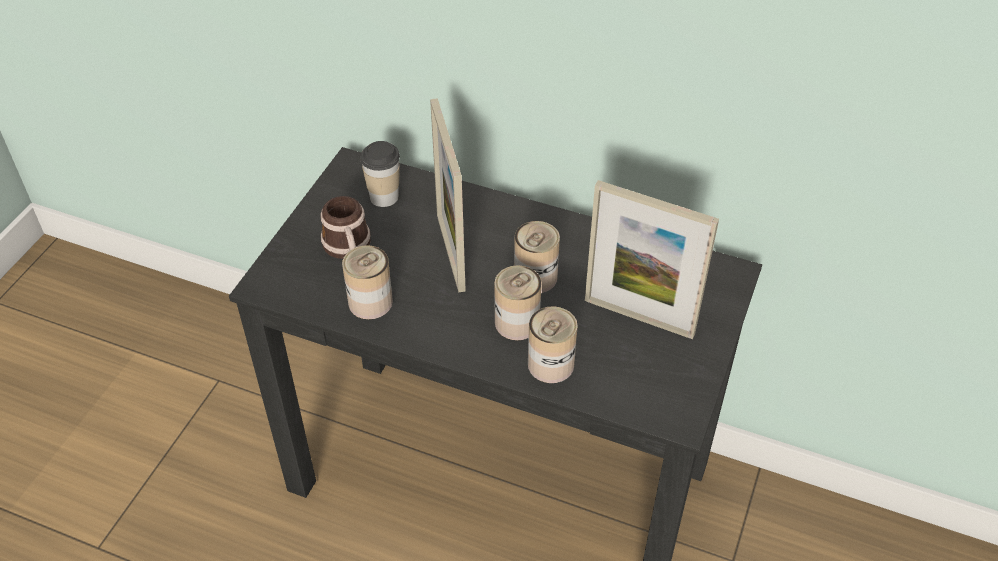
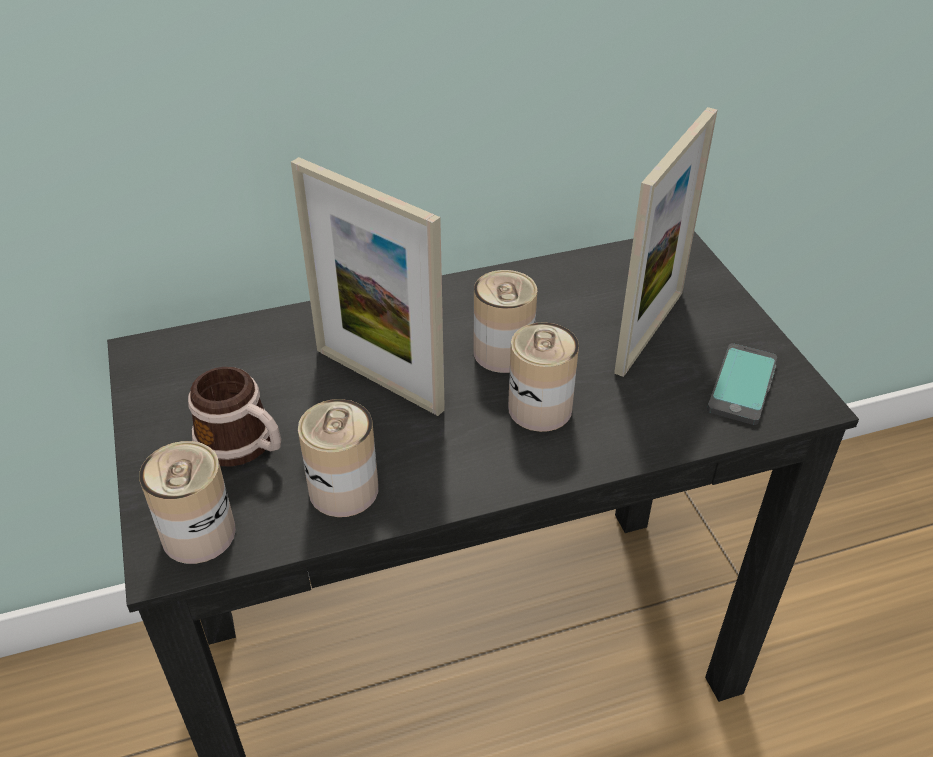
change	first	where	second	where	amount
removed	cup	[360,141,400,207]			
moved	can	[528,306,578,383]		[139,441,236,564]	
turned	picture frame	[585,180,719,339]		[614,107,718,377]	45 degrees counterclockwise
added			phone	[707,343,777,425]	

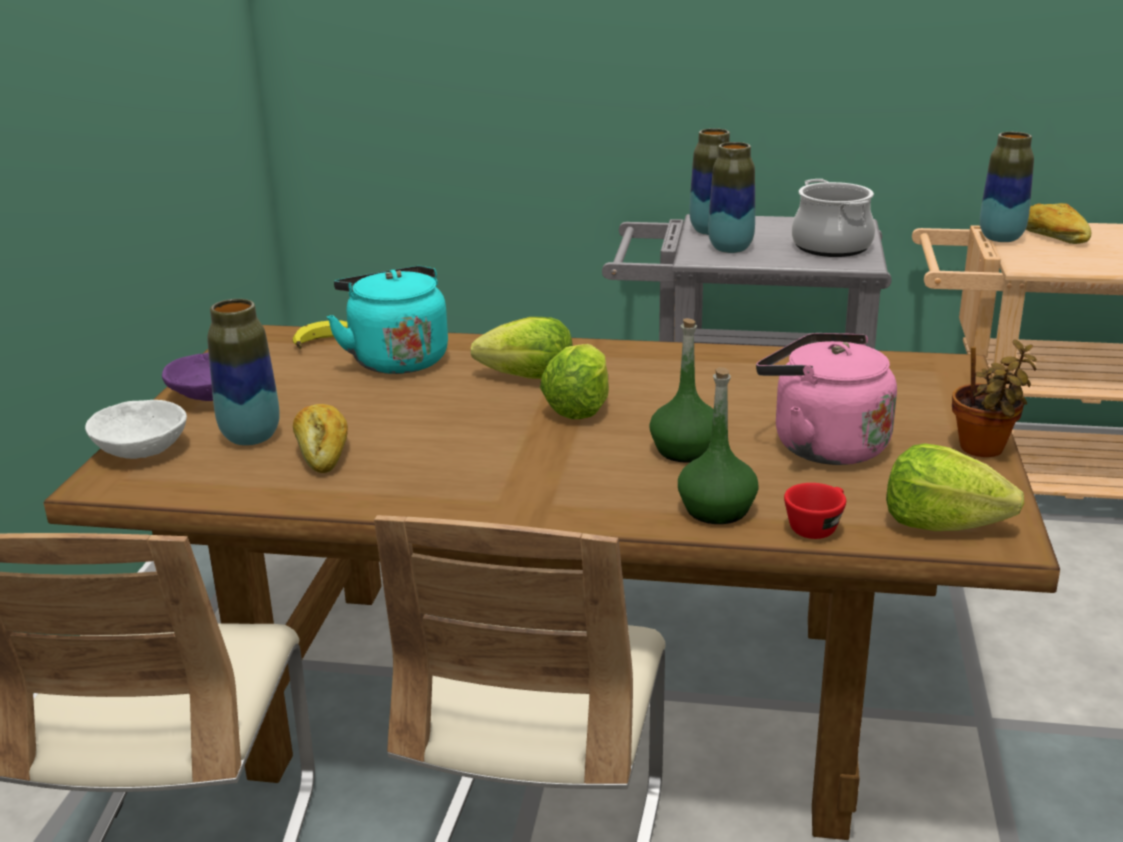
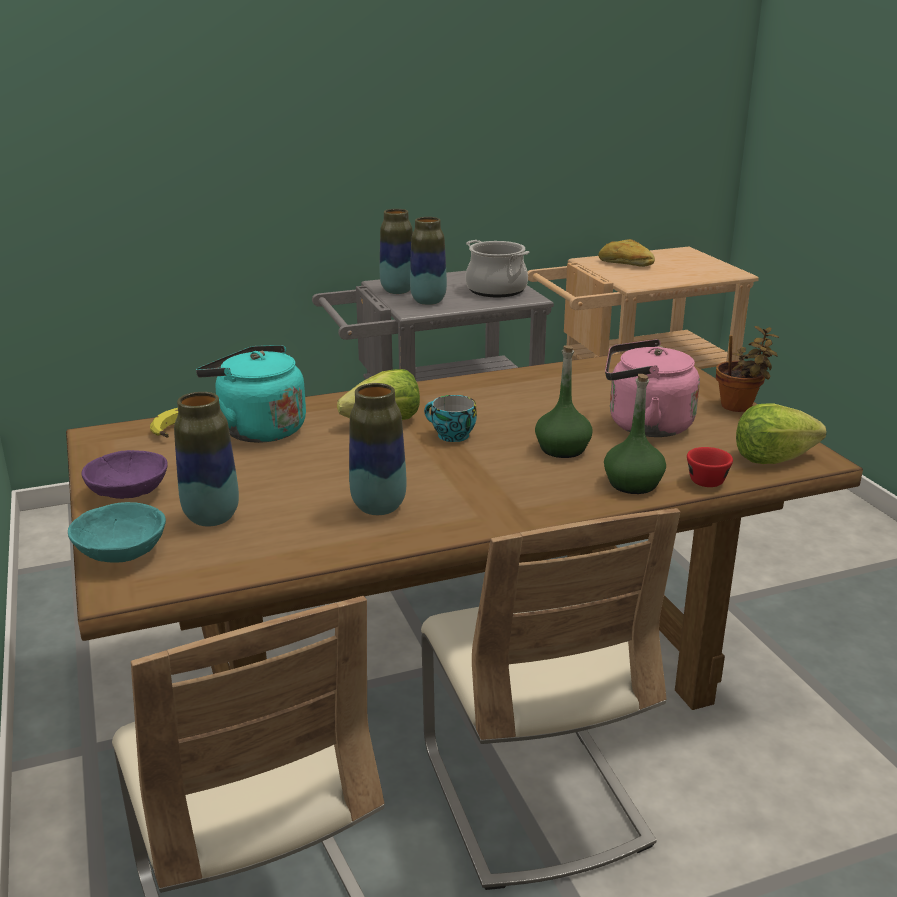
change	first	where	second	where	amount
recoloured	white bowl	[85,400,187,459]	turquoise bowl	[68,502,166,562]	
removed	bread	[293,404,348,473]			
replaced	lettuce	[540,344,609,419]	cup	[424,395,477,442]	
moved	vase	[980,132,1034,242]		[349,383,407,515]	

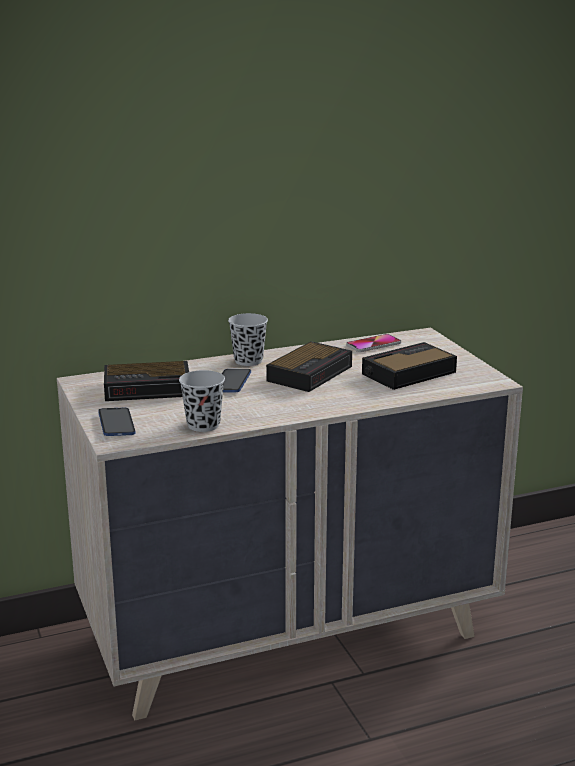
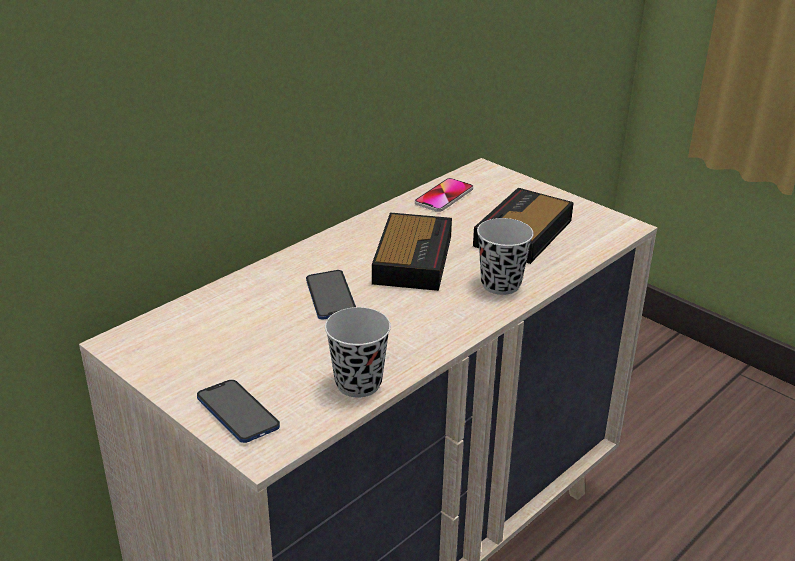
change	first	where	second	where	amount
removed	alarm clock	[104,361,189,401]			
moved	black cup	[228,313,268,366]		[477,218,534,295]	

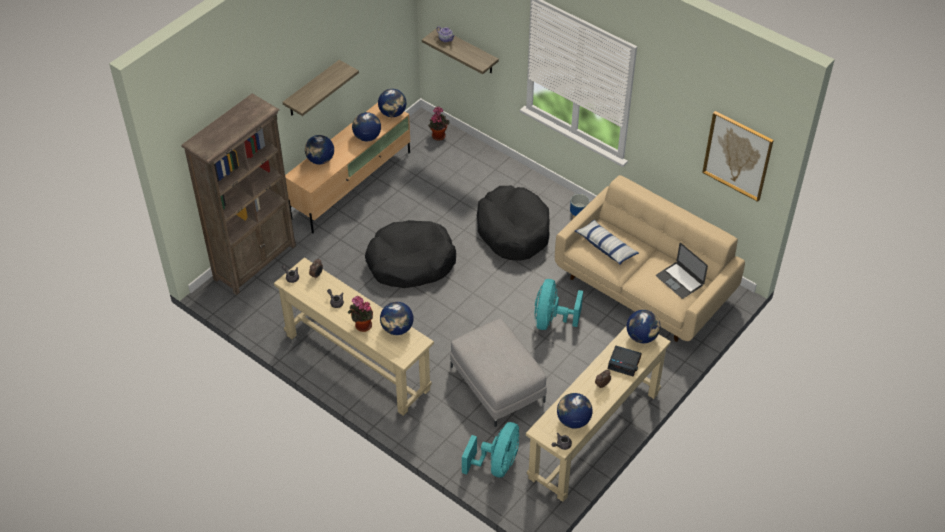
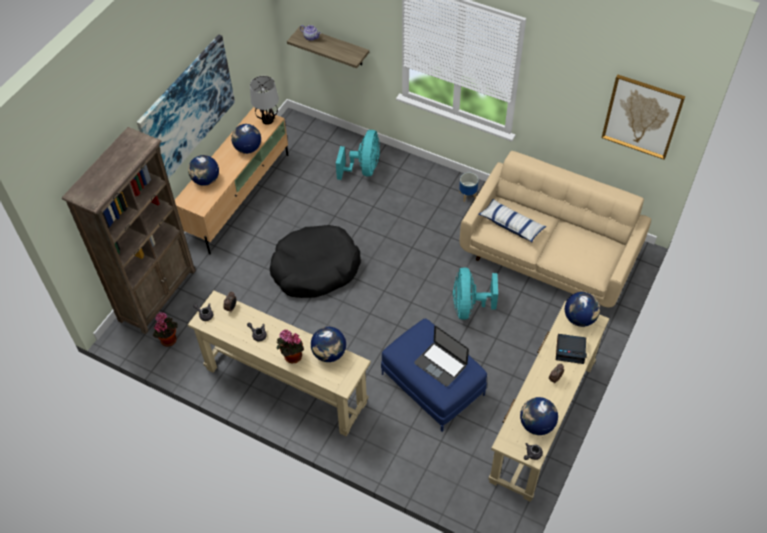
change	first	where	second	where	amount
replaced	shelf	[282,60,359,116]	picture	[137,34,235,179]	
replaced	globe	[378,89,406,117]	table lamp	[250,76,279,125]	
moved	potted plant	[428,106,449,141]		[153,312,178,347]	
recoloured	grey ottoman	[450,319,546,427]	blue ottoman	[381,318,487,432]	
moved	turquoise fan	[462,422,519,478]		[336,130,380,180]	
removed	black dog bed	[477,185,550,261]			
moved	laptop	[656,243,708,299]		[414,326,469,387]	

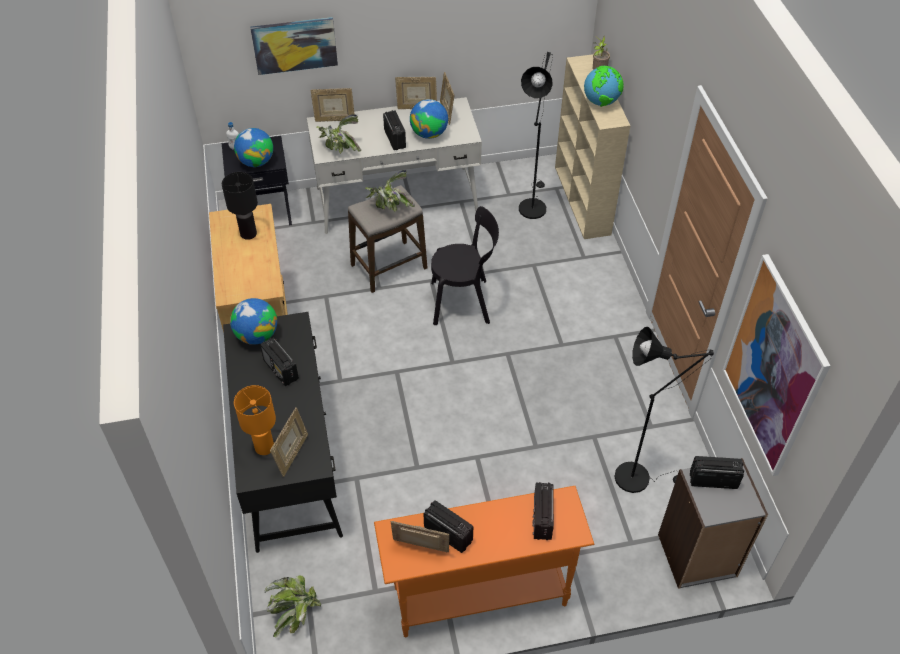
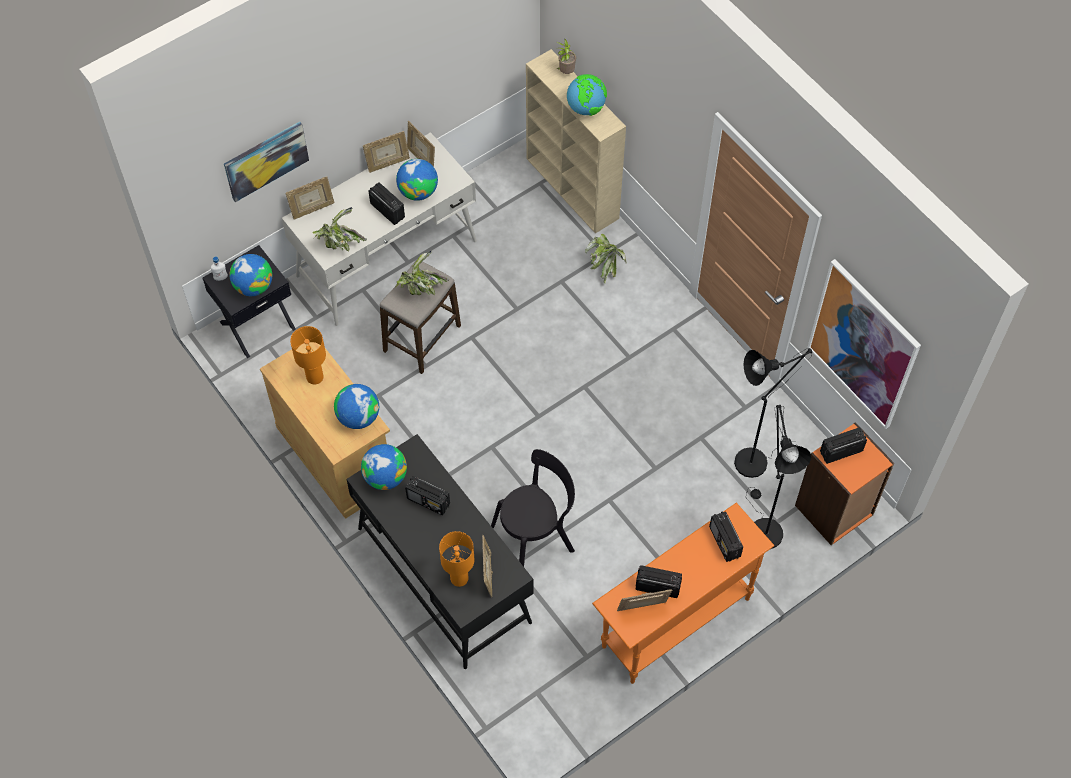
change	first	where	second	where	amount
recoloured	black table lamp	[222,172,258,240]	orange table lamp	[290,326,326,384]	
moved	potted plant	[265,575,321,637]		[585,234,626,283]	
moved	black chair	[431,206,499,325]		[491,449,575,567]	
moved	black floor lamp	[519,52,553,219]		[746,405,811,549]	
recoloured	grey bookcase	[658,458,768,589]	orange bookcase	[795,422,894,545]	
added			globe	[334,384,379,429]	

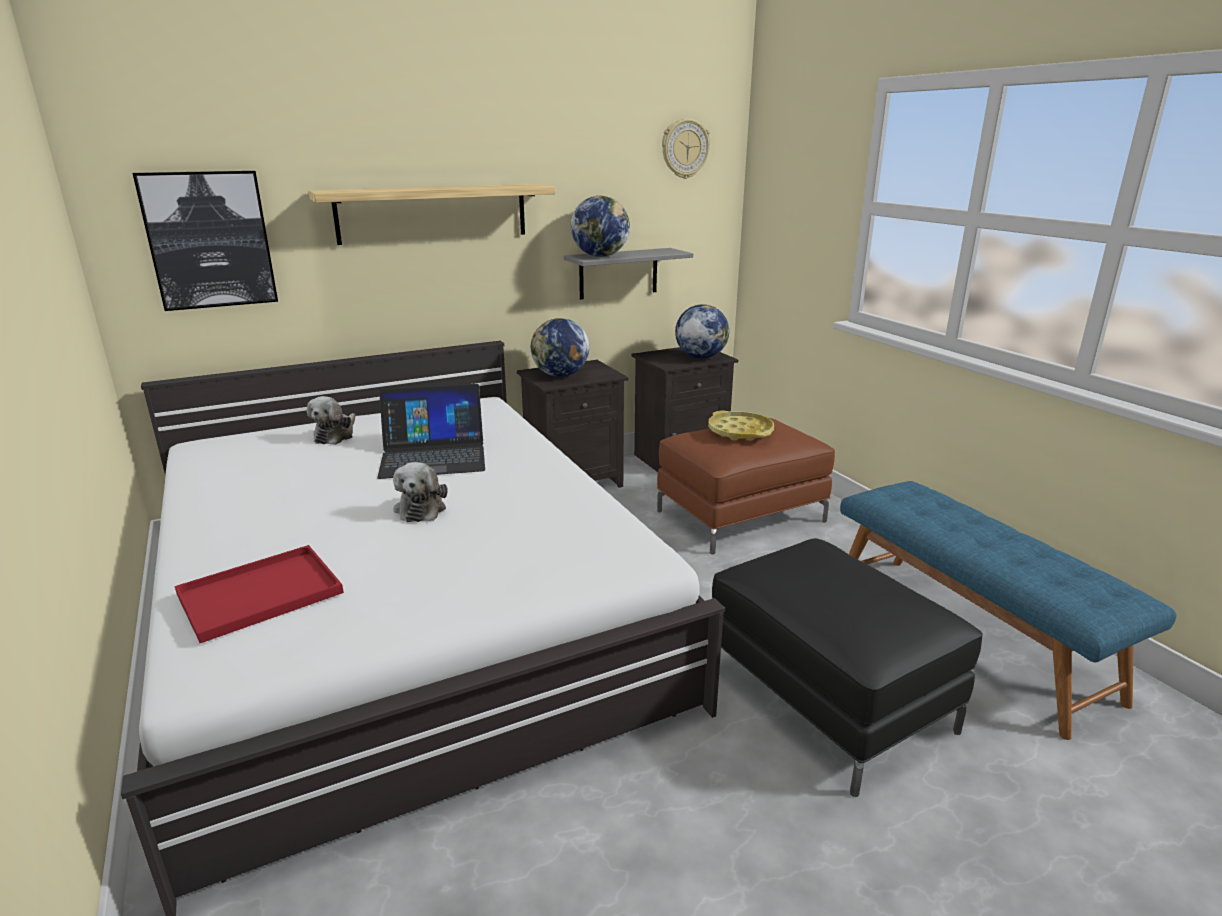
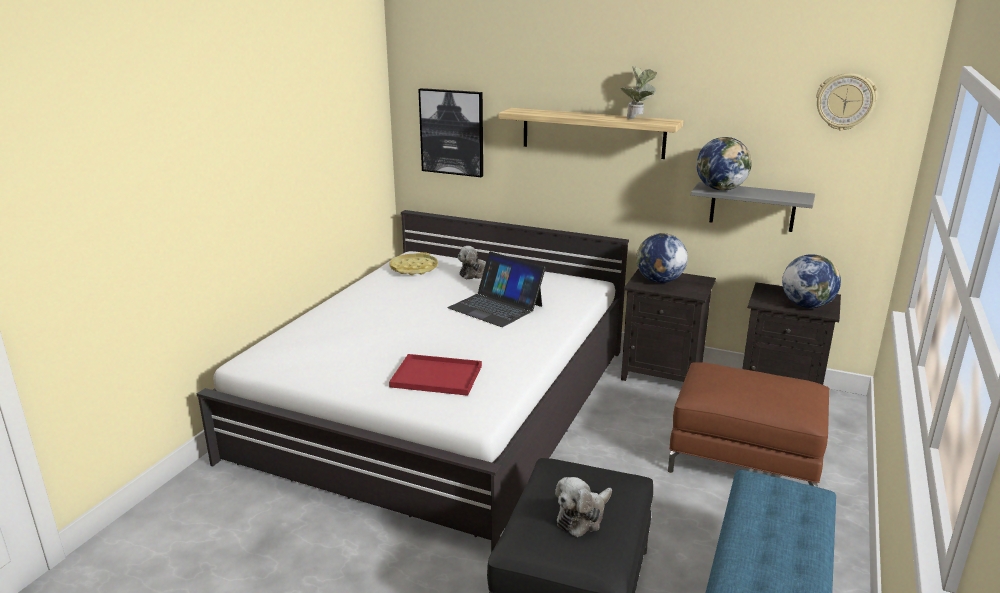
change	first	where	second	where	amount
moved	red tray	[175,545,344,643]		[389,354,482,396]	
moved	plush toy	[393,462,448,522]		[555,477,612,537]	
moved	yellow tray	[708,411,774,441]		[389,252,438,275]	
added			potted plant	[621,66,657,119]	

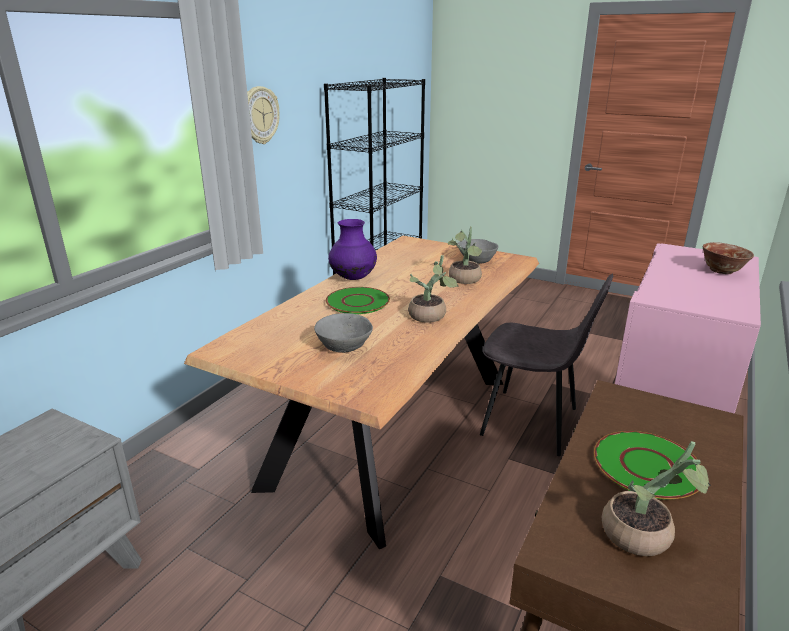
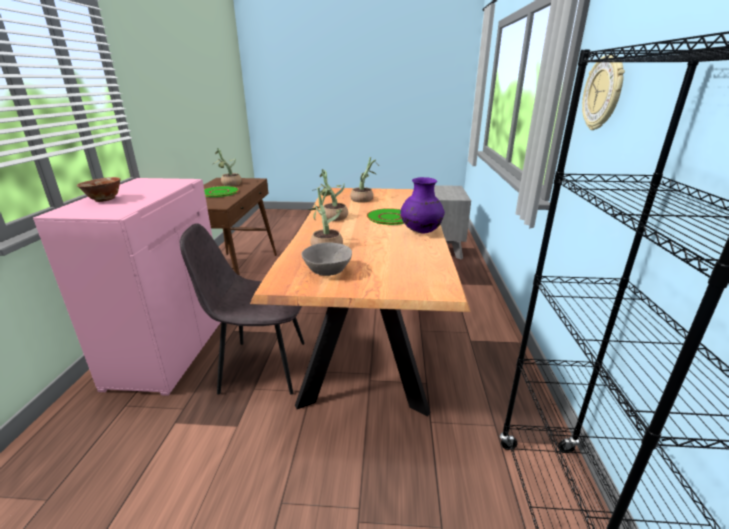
change	first	where	second	where	amount
replaced	grey bowl	[314,313,373,353]	potted plant	[350,157,379,203]	

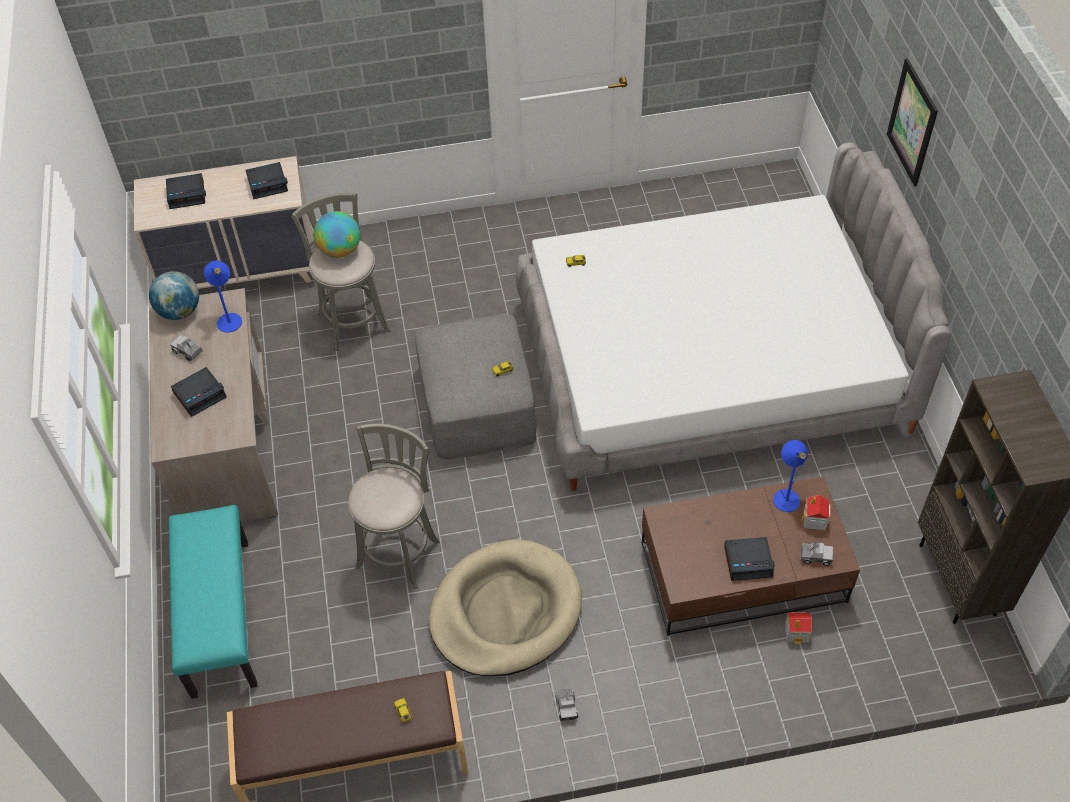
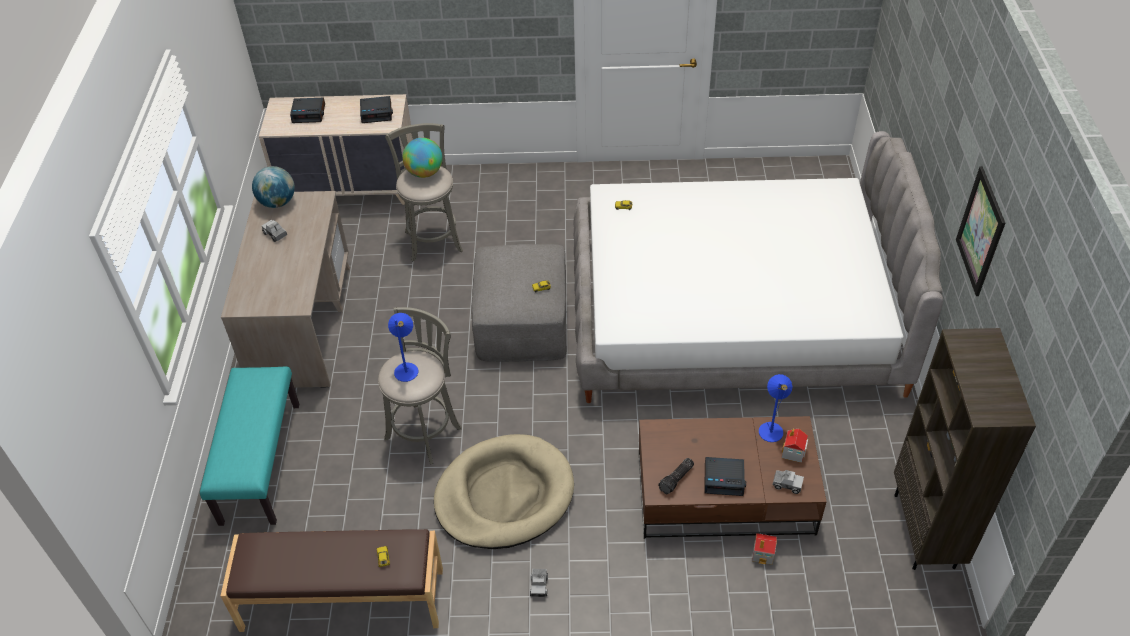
change	first	where	second	where	amount
removed	alarm clock	[171,367,227,417]			
moved	blue table lamp	[204,260,242,333]		[388,313,418,382]	
moved	picture	[887,58,938,187]		[956,166,1005,296]	
added			flashlight	[658,458,694,494]	

